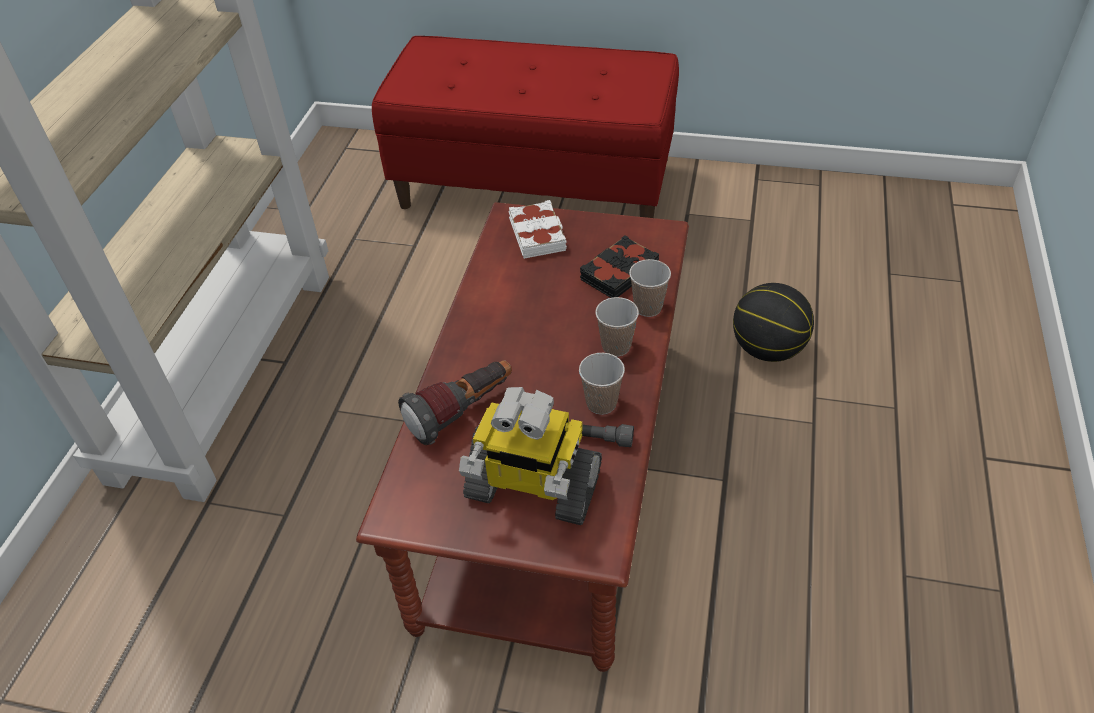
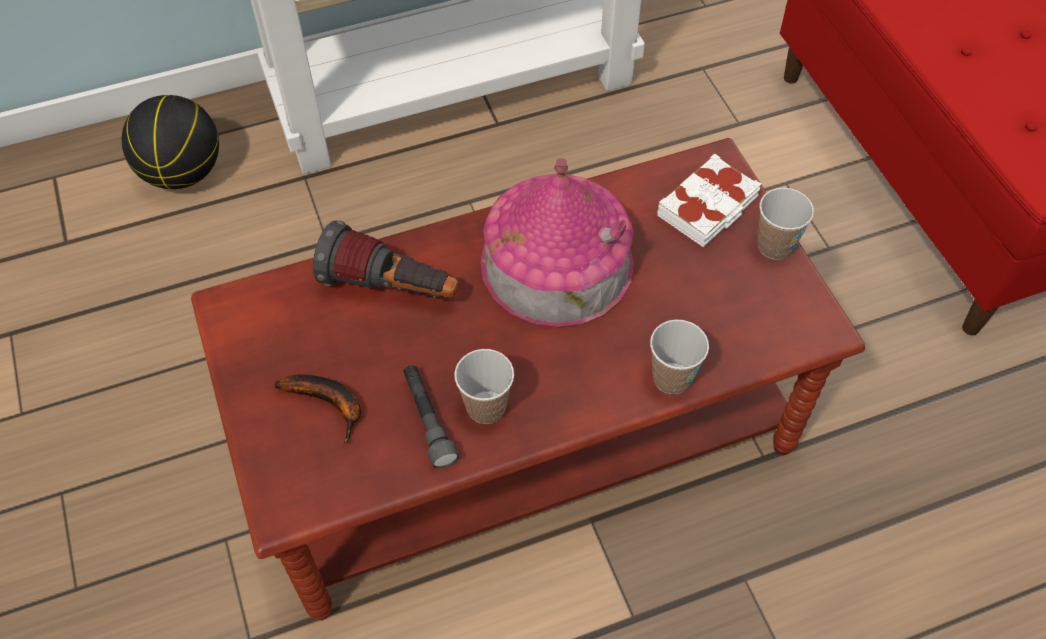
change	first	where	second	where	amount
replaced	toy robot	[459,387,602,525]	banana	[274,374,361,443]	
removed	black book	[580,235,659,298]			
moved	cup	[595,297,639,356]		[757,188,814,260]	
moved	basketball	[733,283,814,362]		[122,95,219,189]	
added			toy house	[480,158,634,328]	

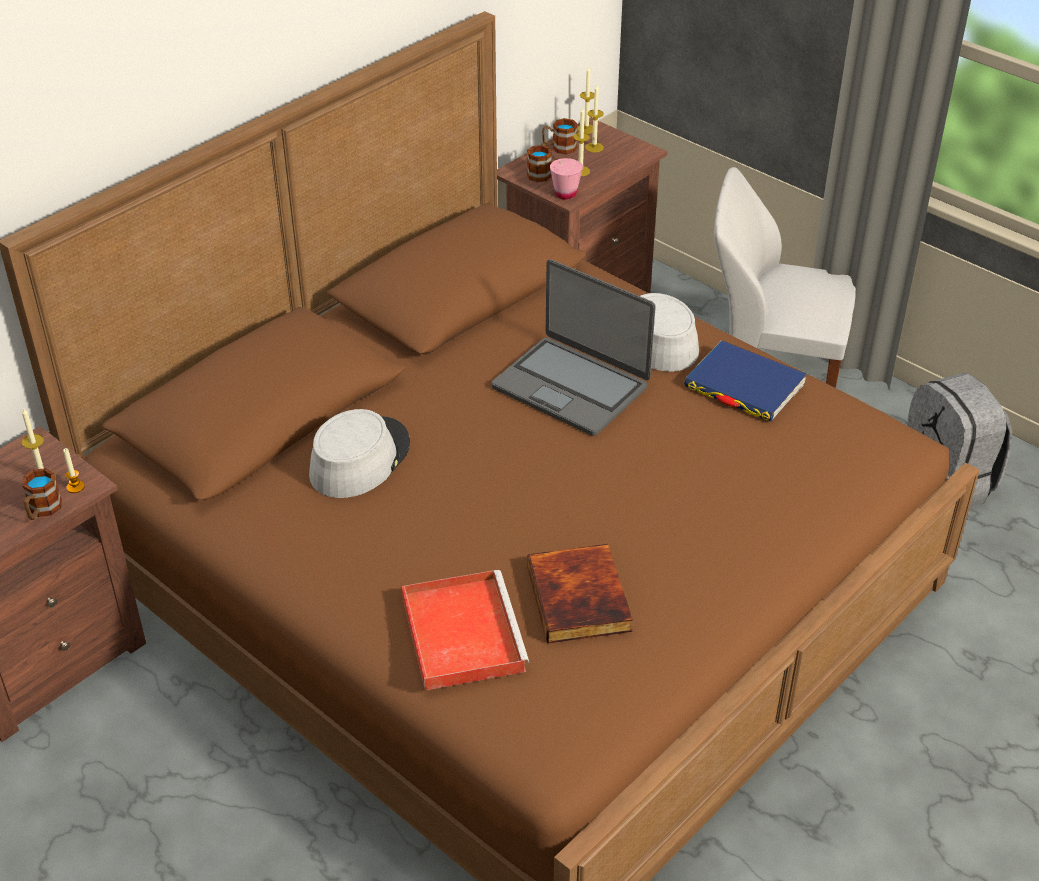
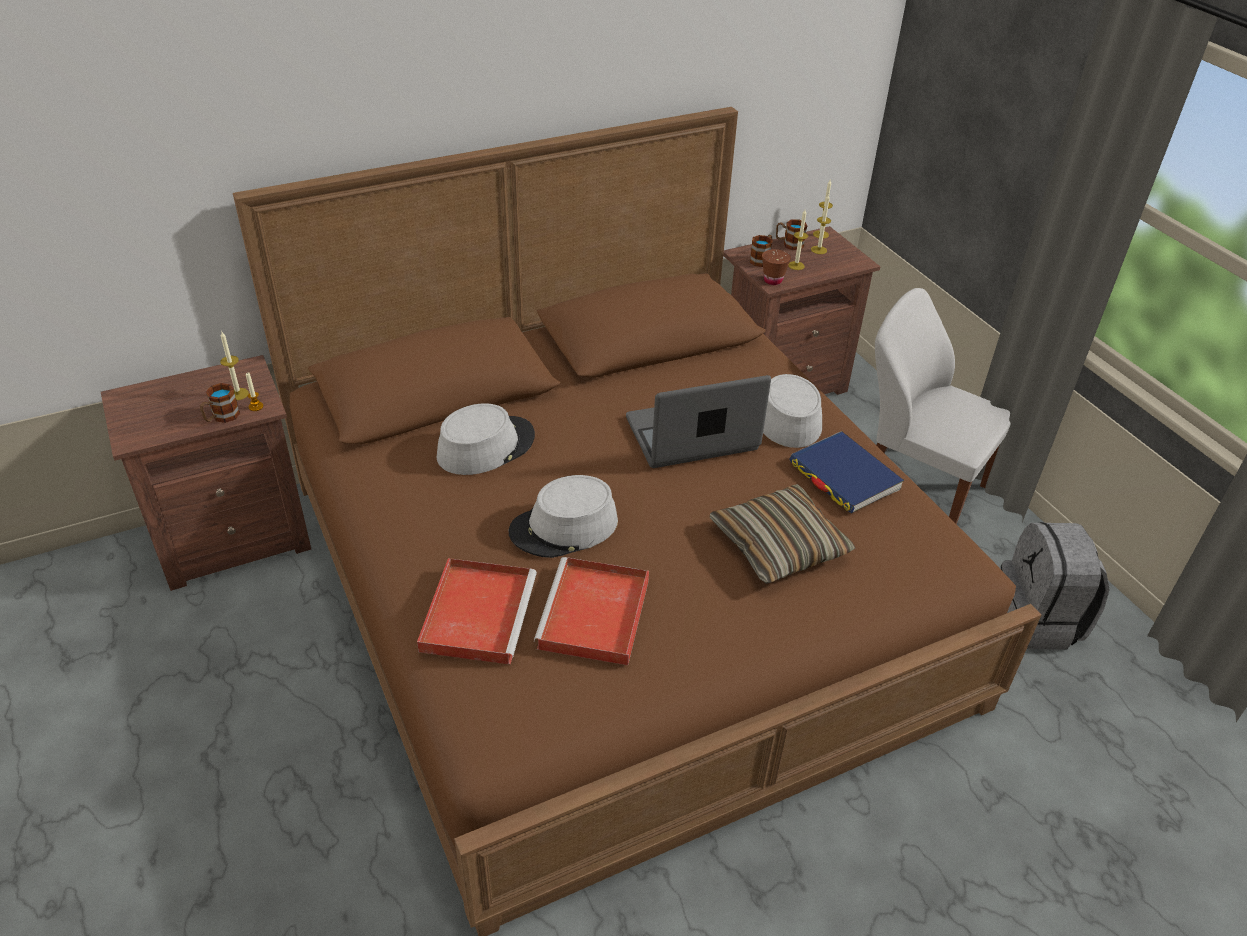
change	first	where	second	where	amount
turned	laptop	[491,259,656,436]		[626,375,771,468]	105 degrees clockwise
replaced	book	[527,544,633,643]	red tray	[534,557,649,665]	
recoloured	pink cup	[550,158,583,200]	brown cup	[762,249,791,285]	
added			grey hat	[509,475,618,558]	
added			pillow	[710,484,855,584]	

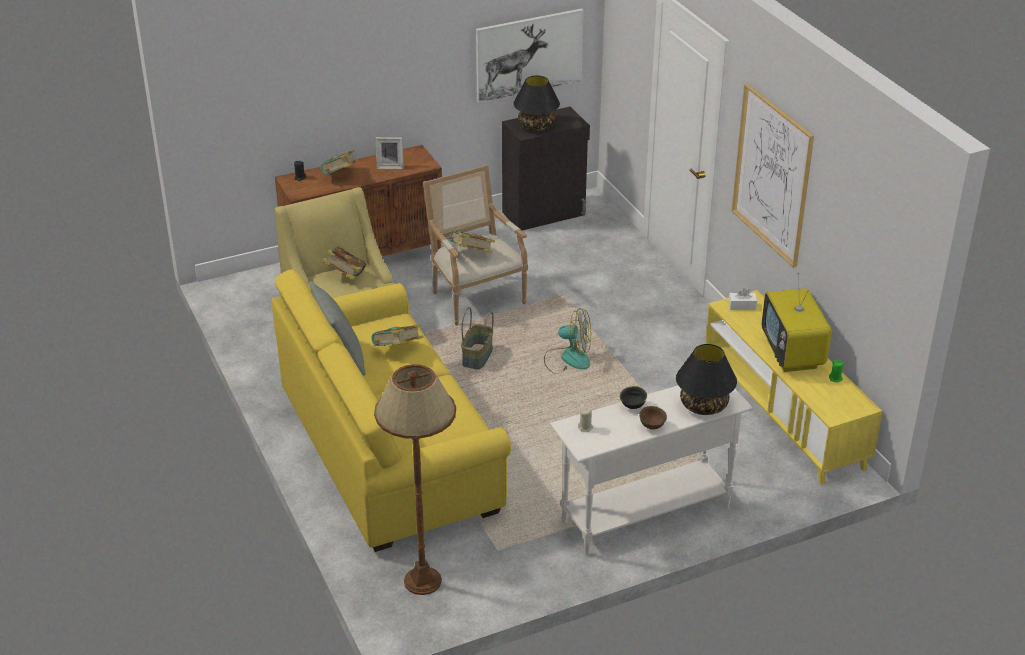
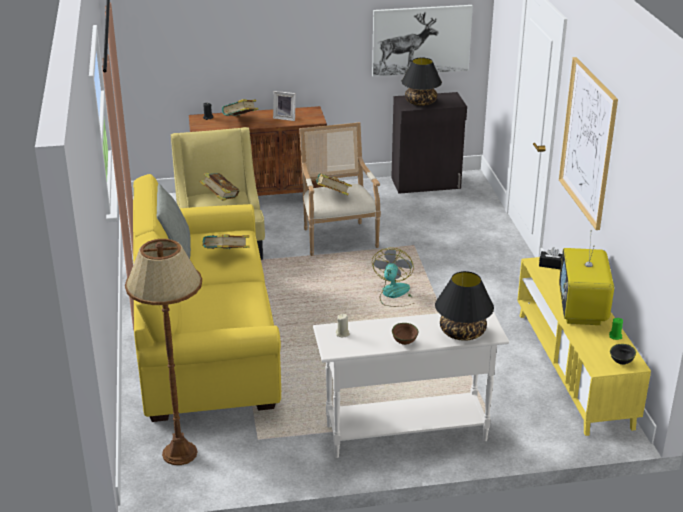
change	first	where	second	where	amount
removed	basket	[461,307,494,370]			
turned	fan	[544,308,591,374]		[372,248,414,307]	105 degrees counterclockwise
moved	black bowl	[620,386,647,409]		[610,344,636,365]	
recoloured	white tissue box	[729,288,757,310]	black tissue box	[539,247,562,269]	

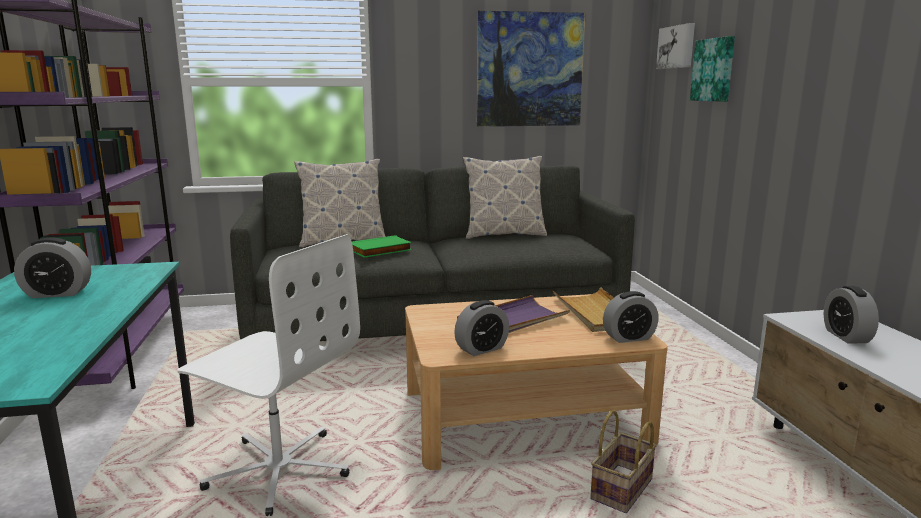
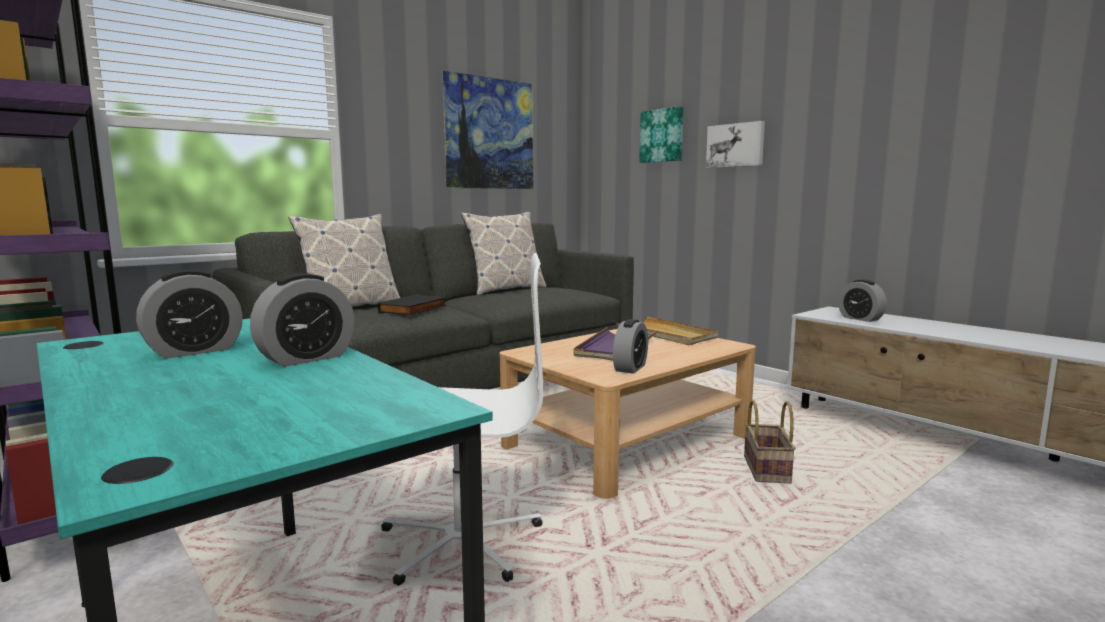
change	first	where	second	where	amount
recoloured	green book	[352,235,412,258]	black book	[378,295,447,315]	
moved	alarm clock	[603,291,659,343]		[250,273,355,367]	
moved	picture	[656,23,695,69]		[706,121,765,168]	

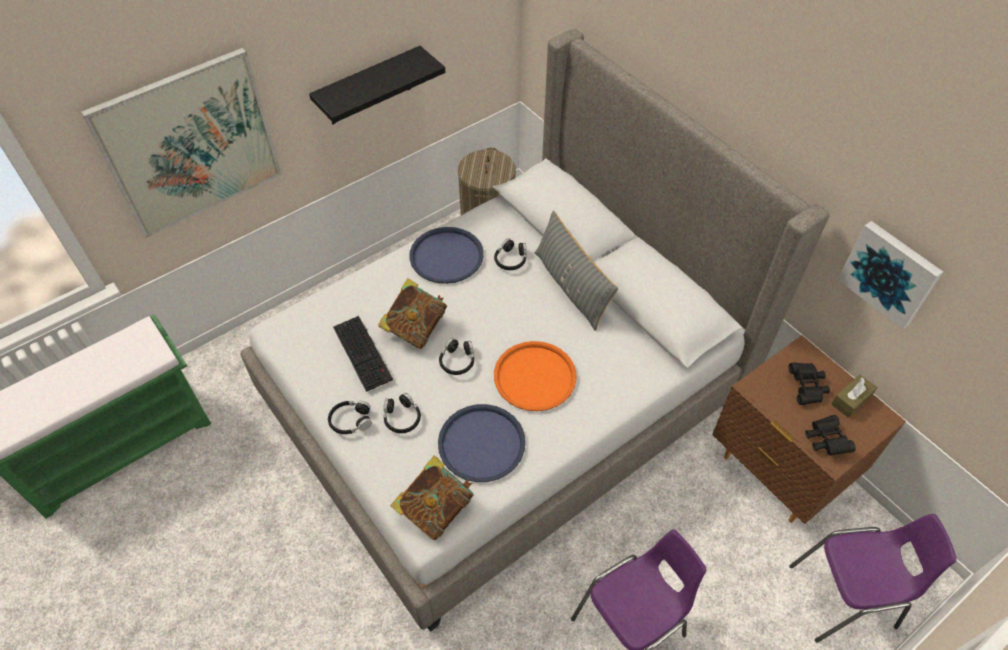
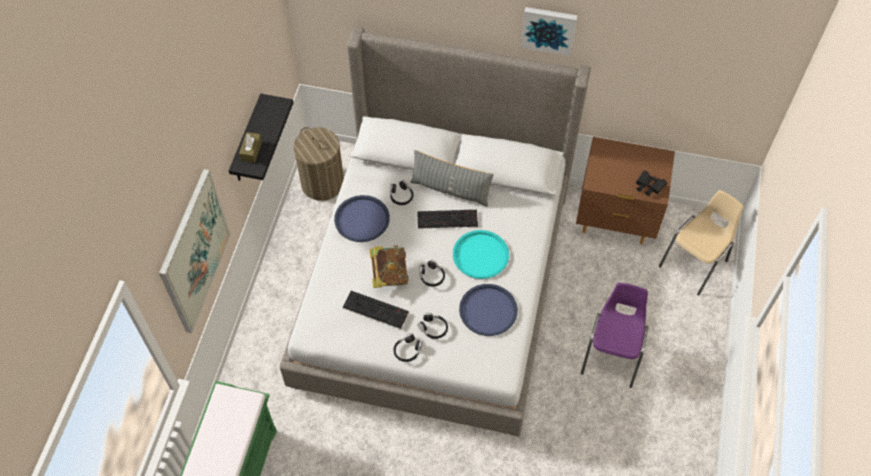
change	first	where	second	where	amount
removed	book	[390,455,474,540]			
recoloured	orange tray	[494,341,577,411]	turquoise tray	[453,230,509,279]	
removed	black binoculars	[788,362,830,405]			
recoloured	purple chair	[789,514,957,643]	beige chair	[659,190,743,296]	
moved	brown tissue box	[831,374,877,418]		[239,132,262,163]	
moved	picture	[838,221,943,329]		[521,7,578,56]	
added			keyboard	[417,210,478,229]	

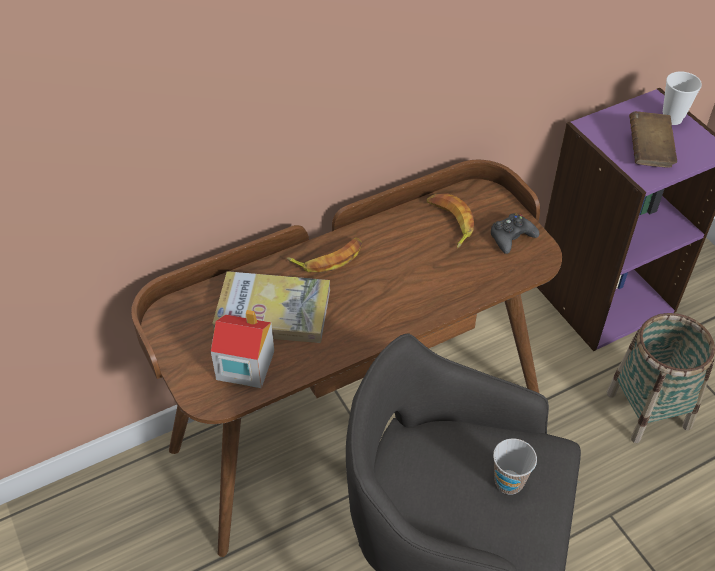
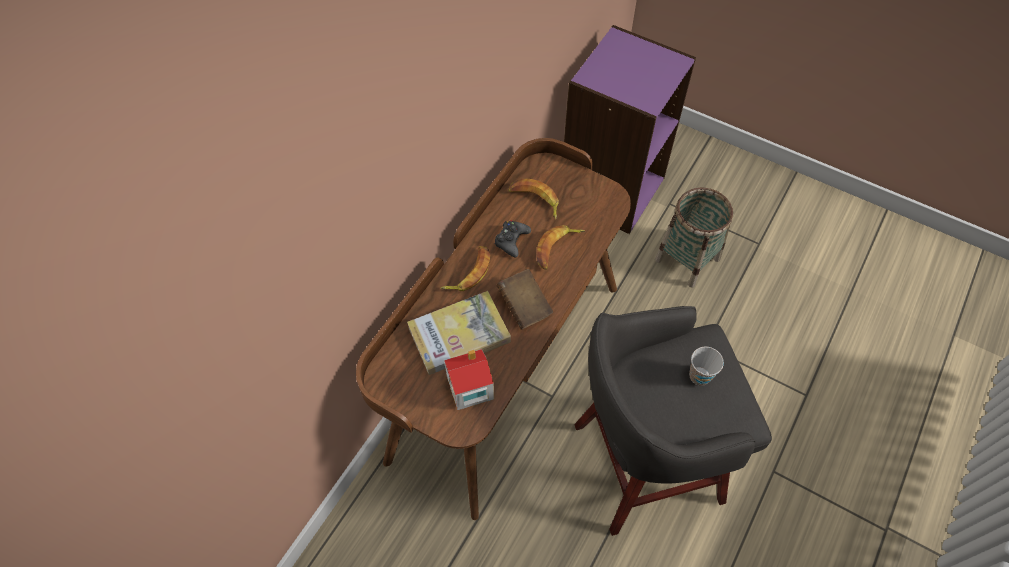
change	first	where	second	where	amount
moved	black game controller	[491,213,539,254]		[495,220,531,258]	
moved	brown book	[629,111,677,168]		[496,269,553,329]	
removed	cup	[663,72,702,125]			
added			banana	[536,225,585,270]	

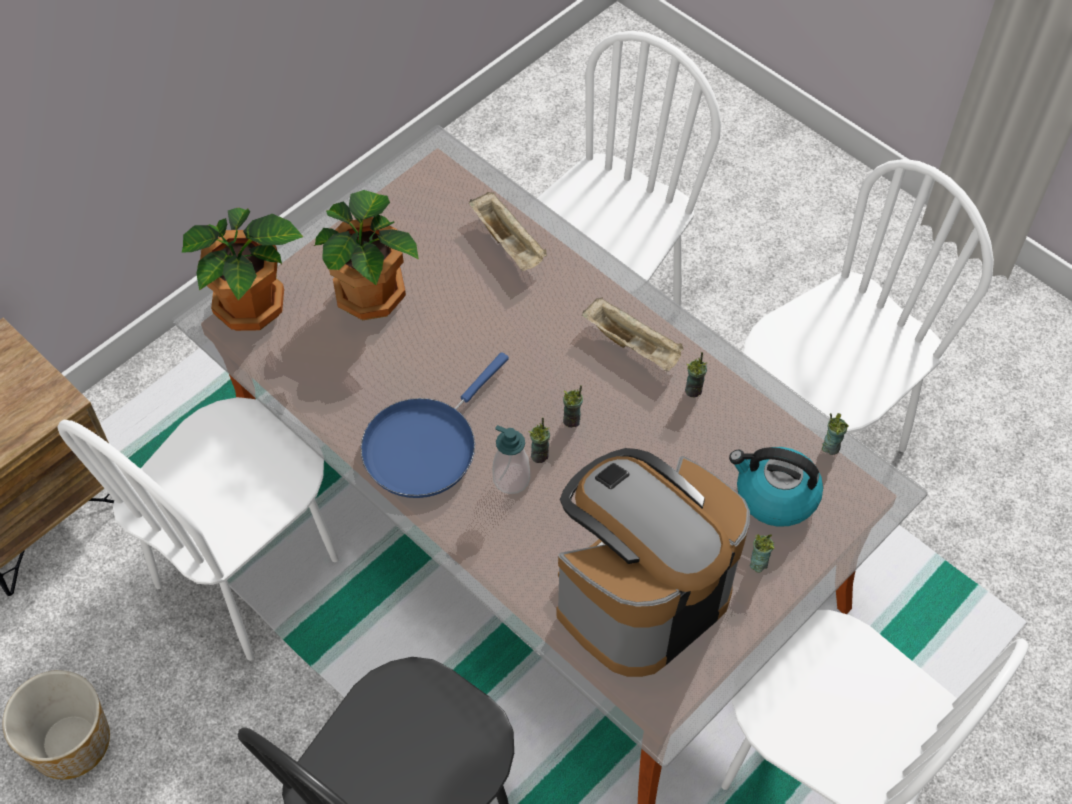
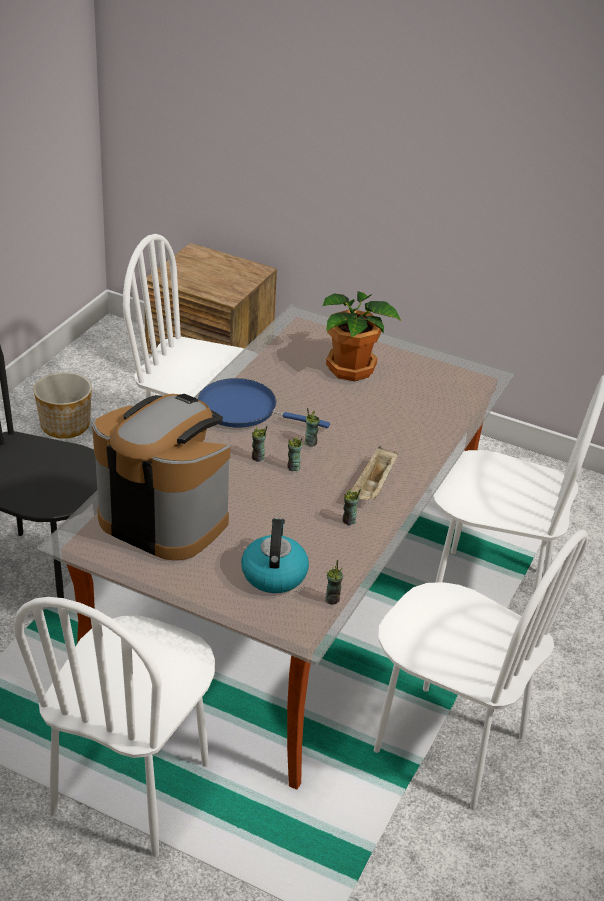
change	first	where	second	where	amount
removed	potted plant	[182,207,303,331]			
removed	beige tray	[469,192,547,271]			
removed	soap dispenser	[492,425,530,494]			
moved	cup	[750,534,774,573]		[304,408,320,447]	

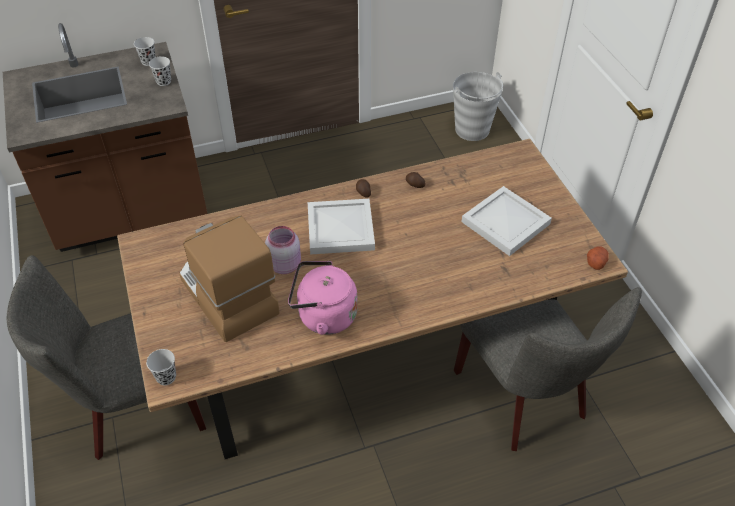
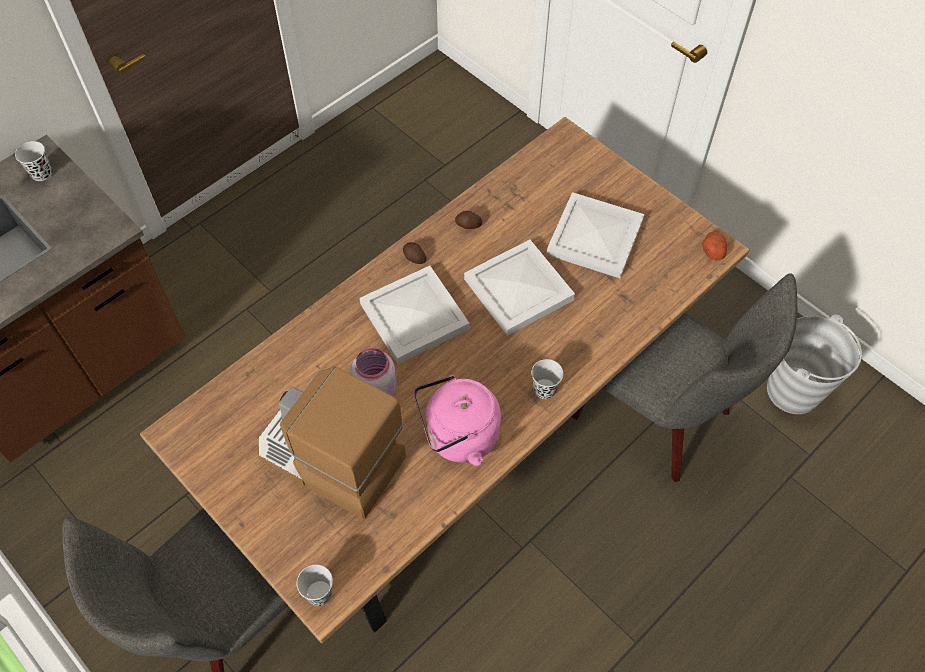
change	first	where	second	where	amount
moved	black cup	[149,57,171,86]		[531,359,563,399]	
moved	grey bucket	[453,72,503,141]		[767,315,862,414]	
added			white tray	[464,240,575,336]	

